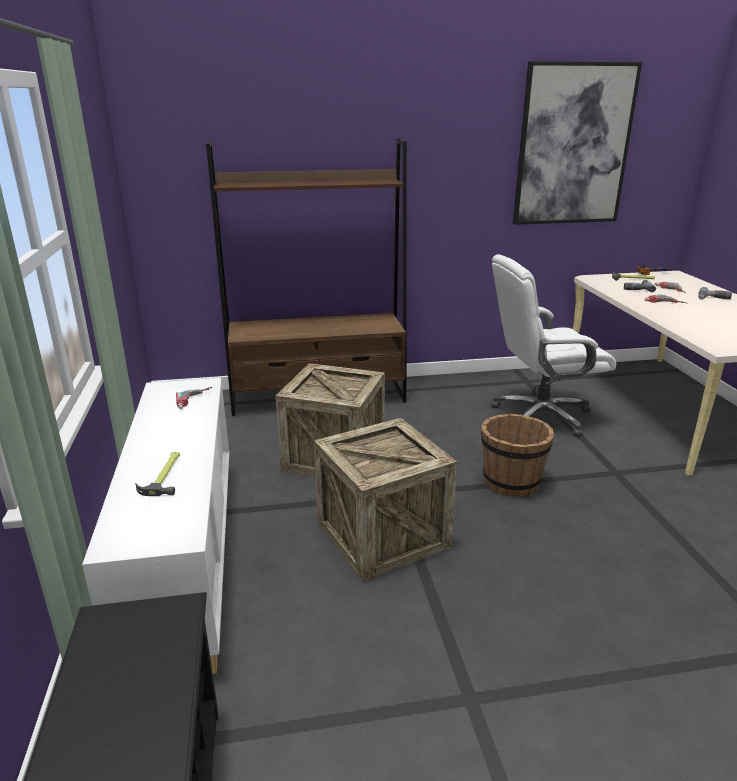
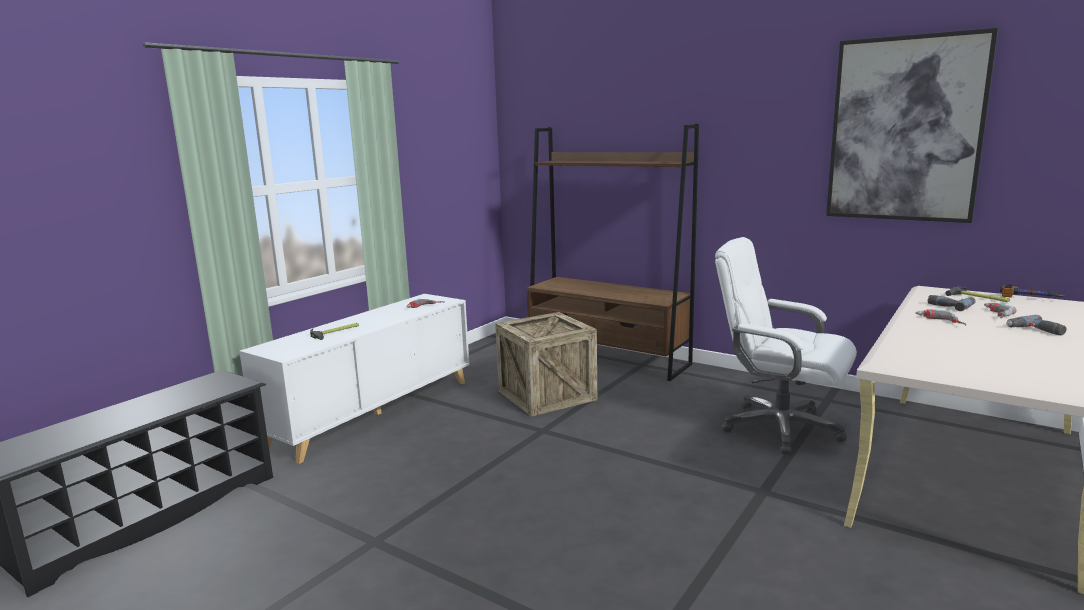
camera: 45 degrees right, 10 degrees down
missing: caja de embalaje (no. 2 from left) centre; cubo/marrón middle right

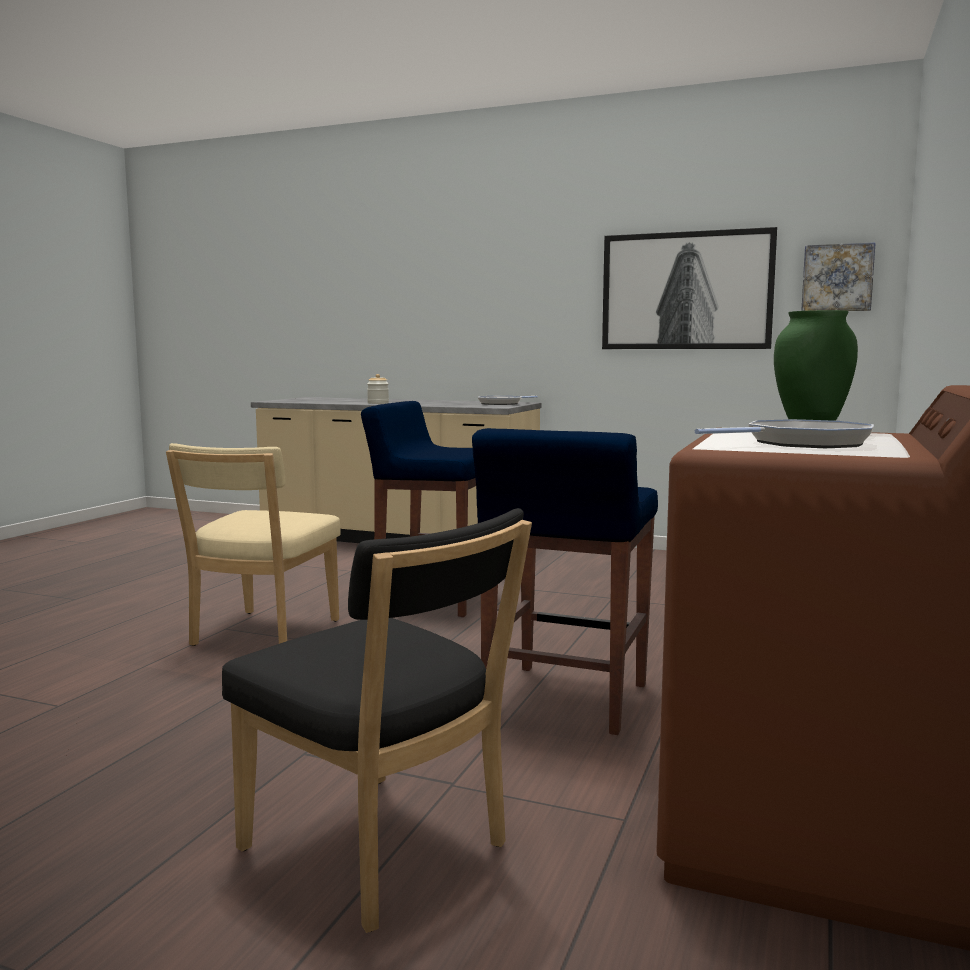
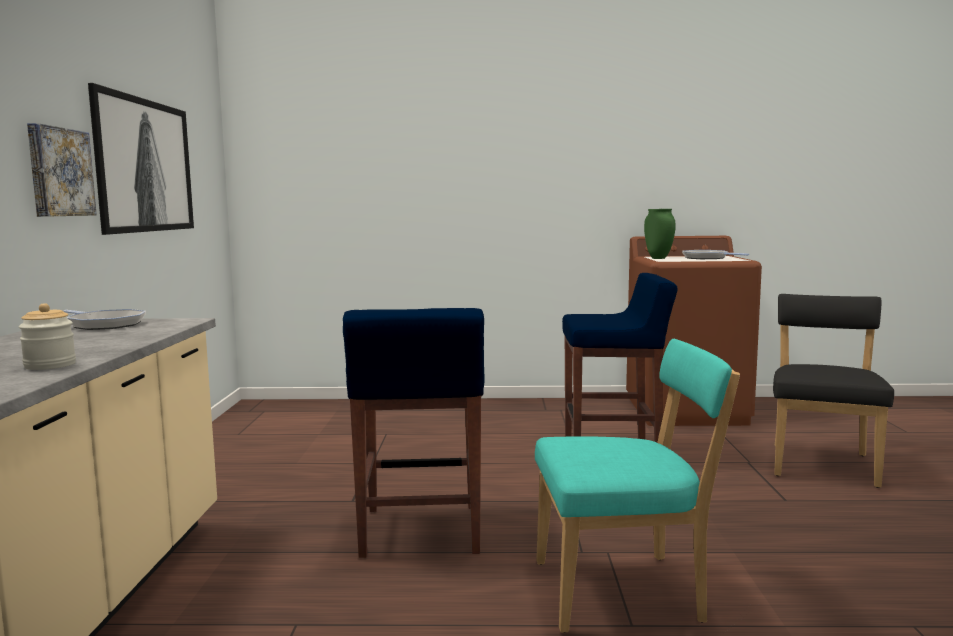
camera: 110 degrees left, 0 degrees up
relocated: cuadro (no. 2 from left in the first image) top right to cuadro (no. 1 from left) top left
colour: silla/beis middle left to silla/turquesa bottom right

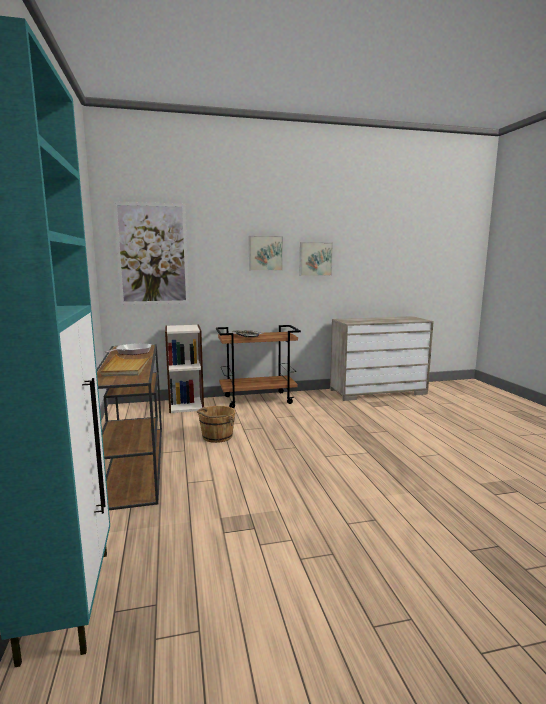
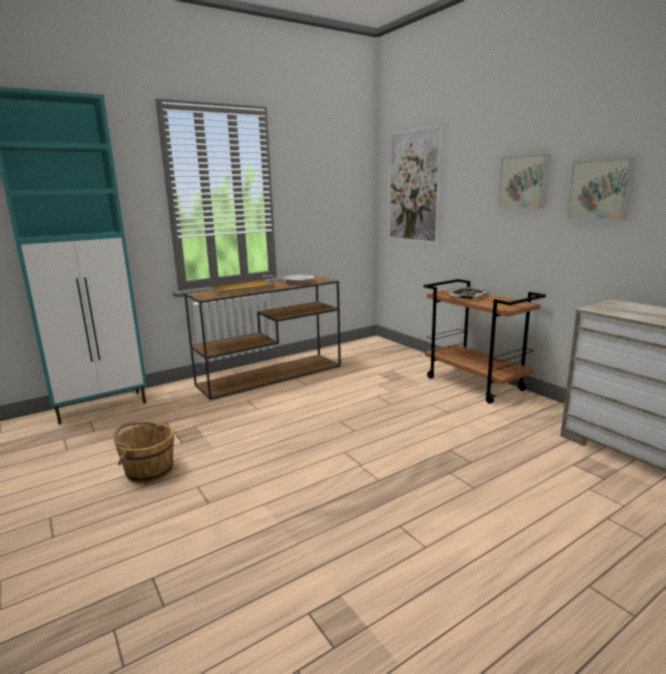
camera: 70 degrees right, 5 degrees up
missing: estantería centre
relocated: cubo/marrón centre to bottom left

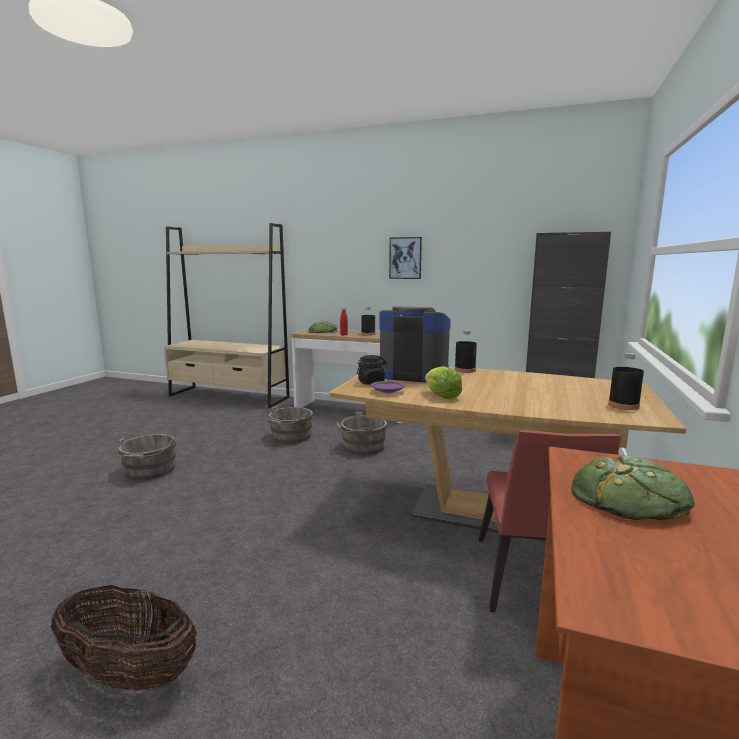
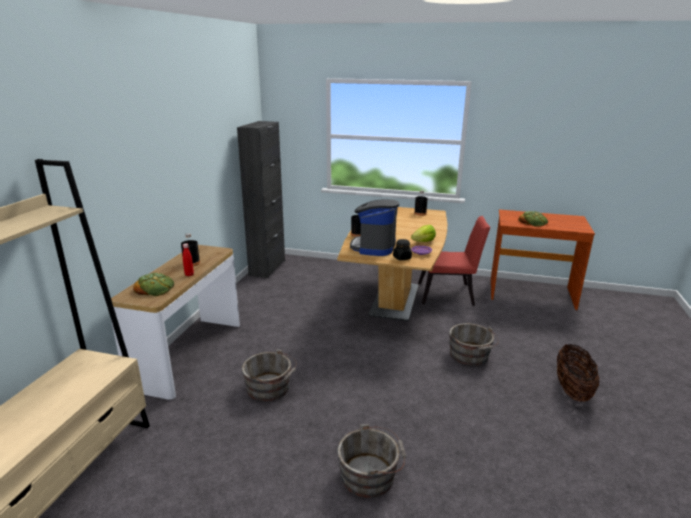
camera: 95 degrees left, 10 degrees up
missing: cuadro centre
relocated: cubo/gris (no. 3 from left) centre to middle right

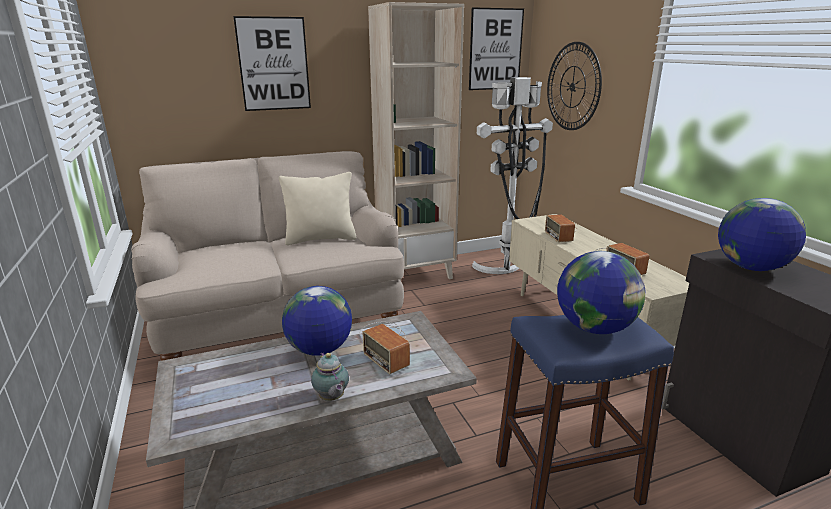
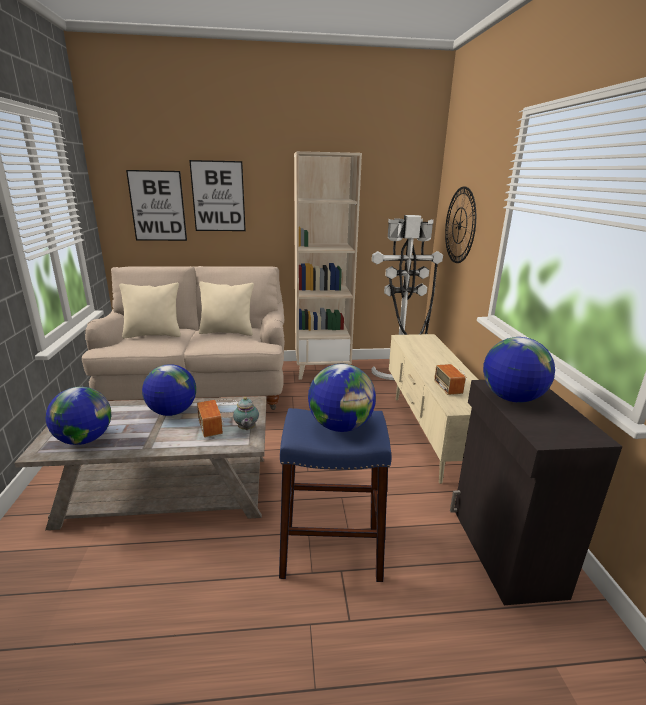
camera: 15 degrees right, 0 degrees up
missing: radio (no. 2 from left) middle right
appeared: globo terráqueo (no. 1 from left) middle left; cojín/beis (no. 1 from left) middle left
relocated: tetera bottom centre to centre; cuadro (no. 2 from left in the first image) top centre to cuadro (no. 1 from left) top left

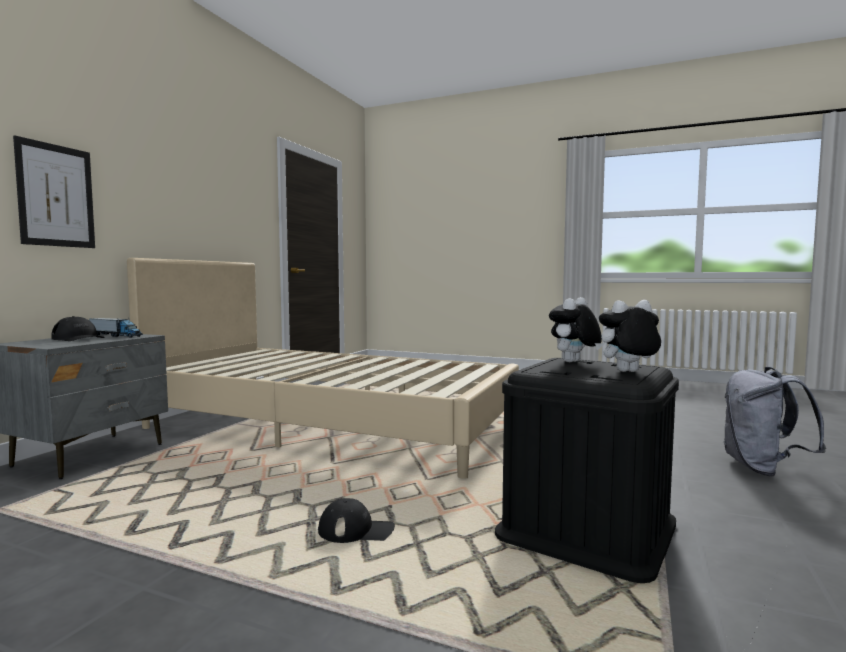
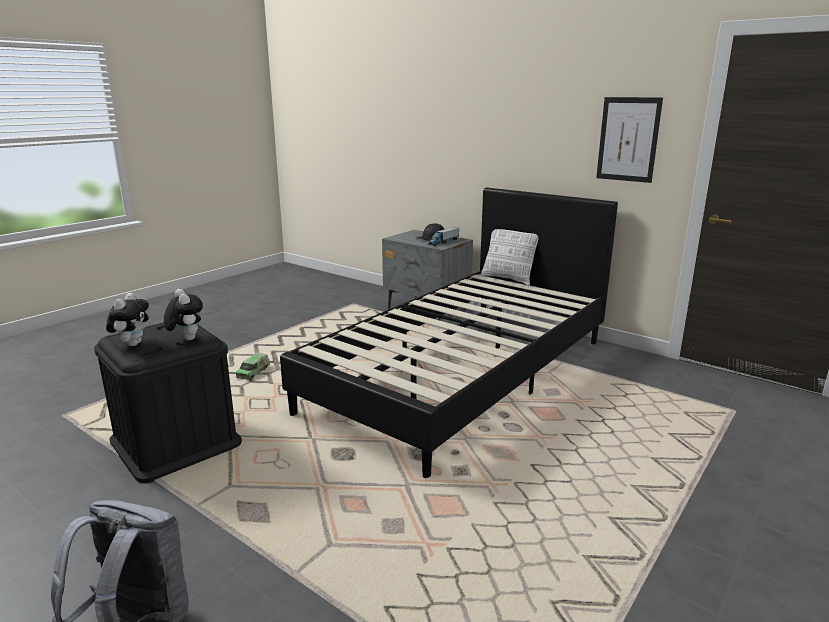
camera: 105 degrees right, 15 degrees up
appeared: cojín centre
relocated: cuadro top left to top right
exchanged: gorra/negro (no. 2 from left) bottom centre to camión de juguete (no. 1 from left) middle left
colour: cama/beis centre to cama/negro centre

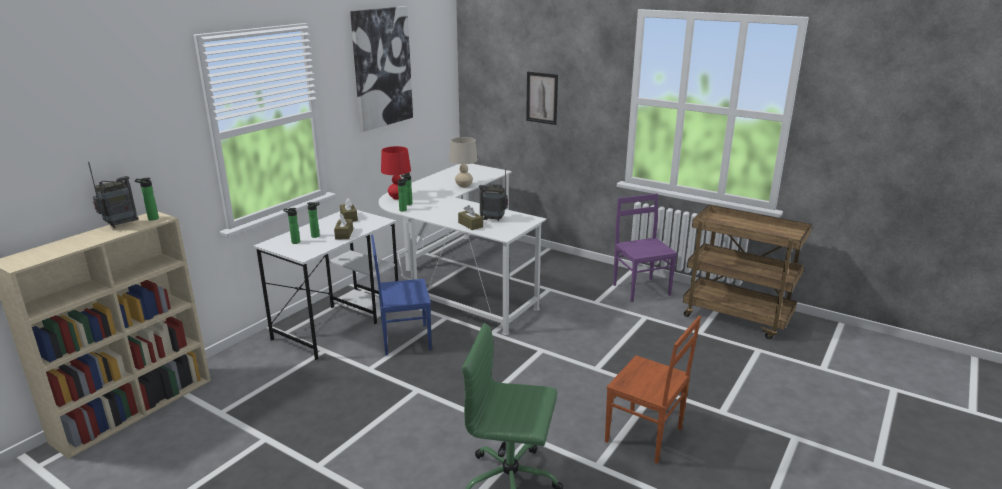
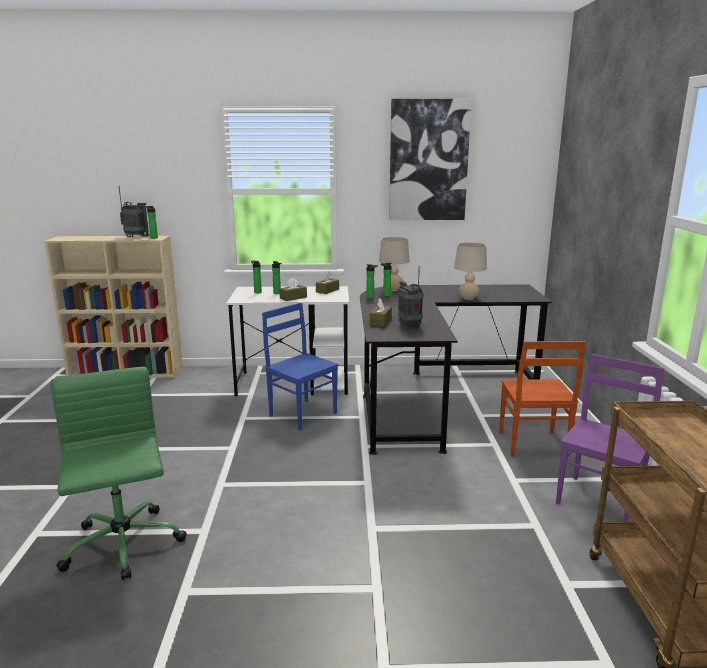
camera: 55 degrees right, 5 degrees down
missing: cuadro (no. 2 from left) top centre
relocated: silla/marrón bottom centre to middle right
colour: escritorio/blanco (no. 2 from left) centre to escritorio/negro centre; lámpara de mesa/rojo centre to lámpara de mesa/beis (no. 1 from left) centre

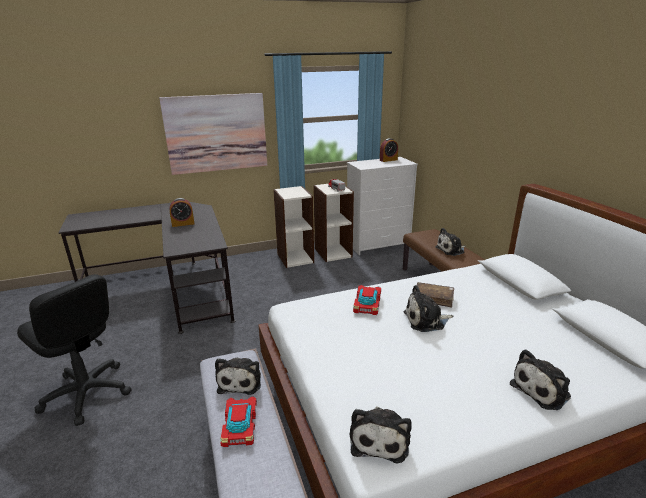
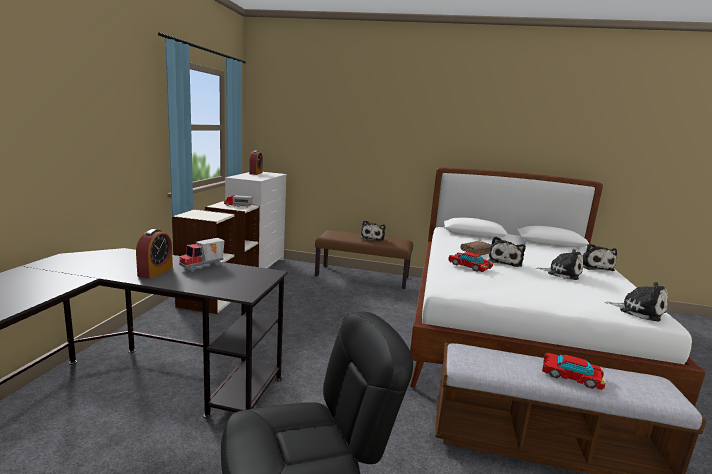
camera: 60 degrees left, 10 degrees down
missing: cuadro top left
appeared: camión de juguete (no. 1 from left) middle left
relocated: peluche (no. 1 from left in the first image) bottom centre to peluche (no. 3 from left) middle right

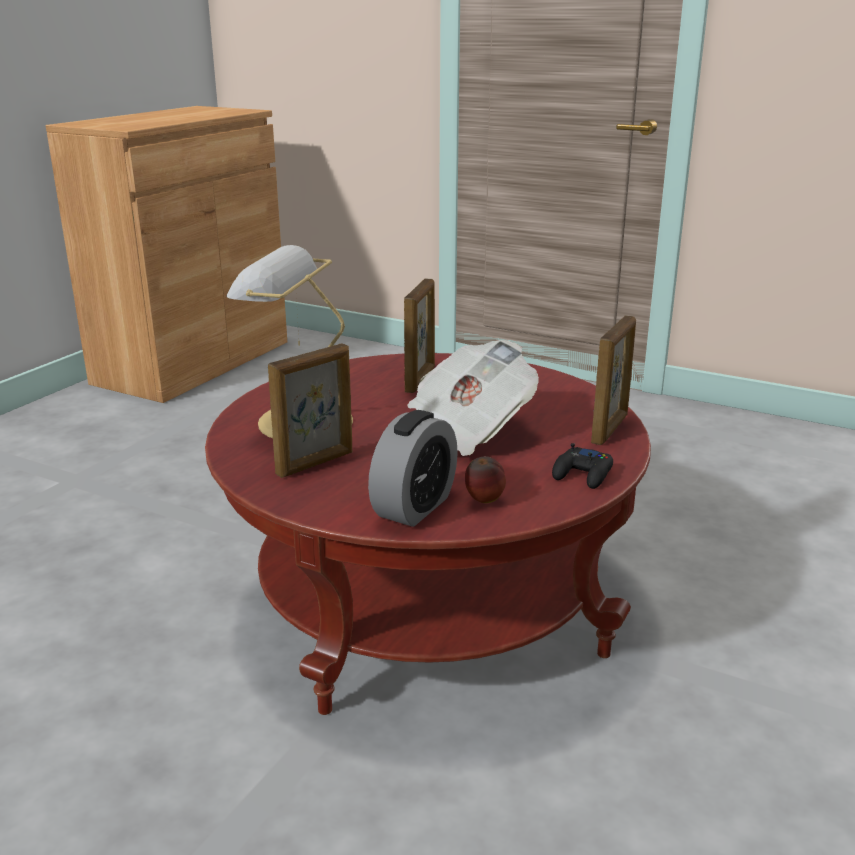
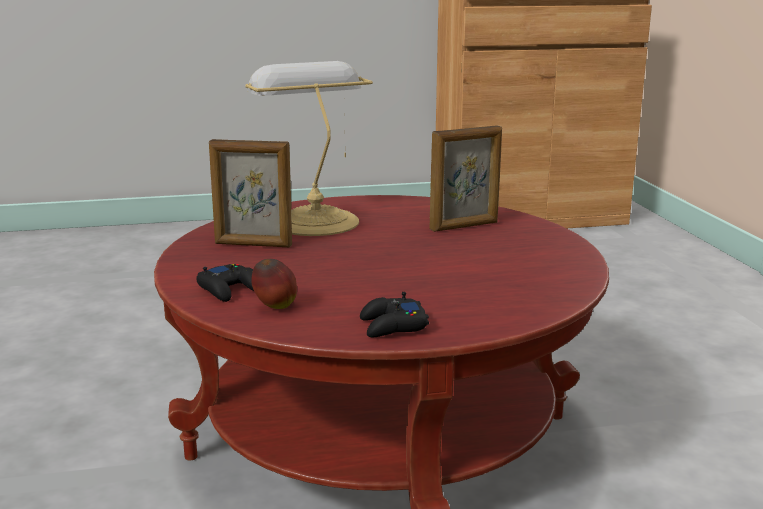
camera: 50 degrees right, 5 degrees down
missing: periódico centre; portarretratos (no. 3 from left) middle right
exchanged: despertador centre to mando de consola/negro (no. 1 from left) middle left

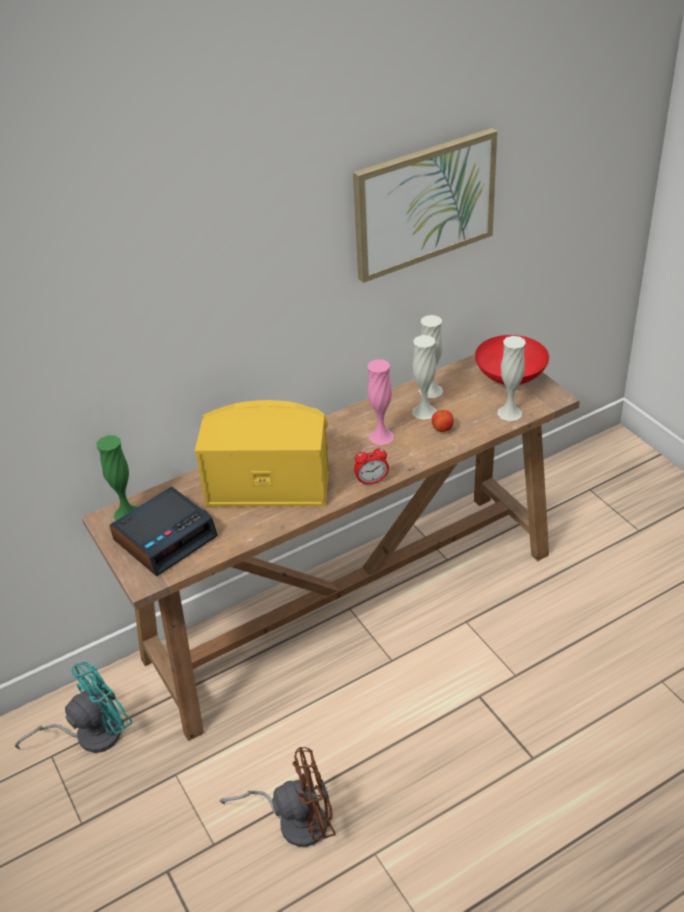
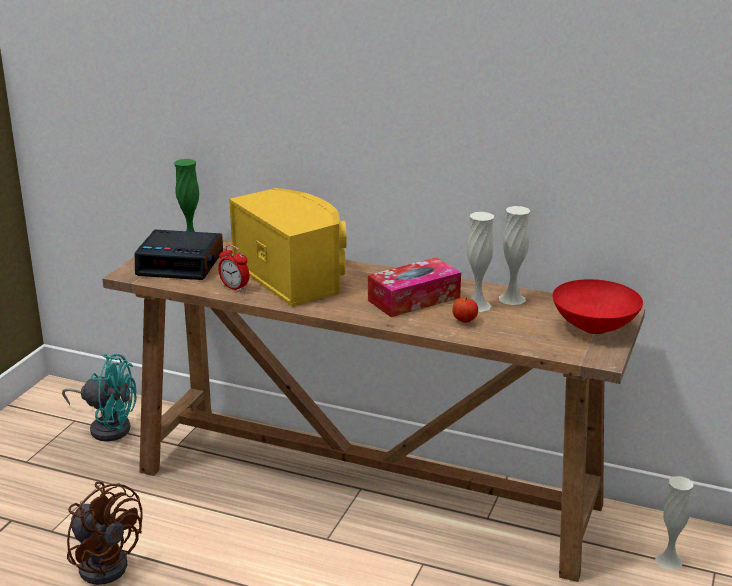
camera: 50 degrees right, 15 degrees down
missing: cuadro top centre
relocated: despertador (no. 2 from left) centre to middle left; florero/blanco (no. 3 from left) middle right to bottom right
exchanged: florero/rosa centre to caja de pañuelos centre

